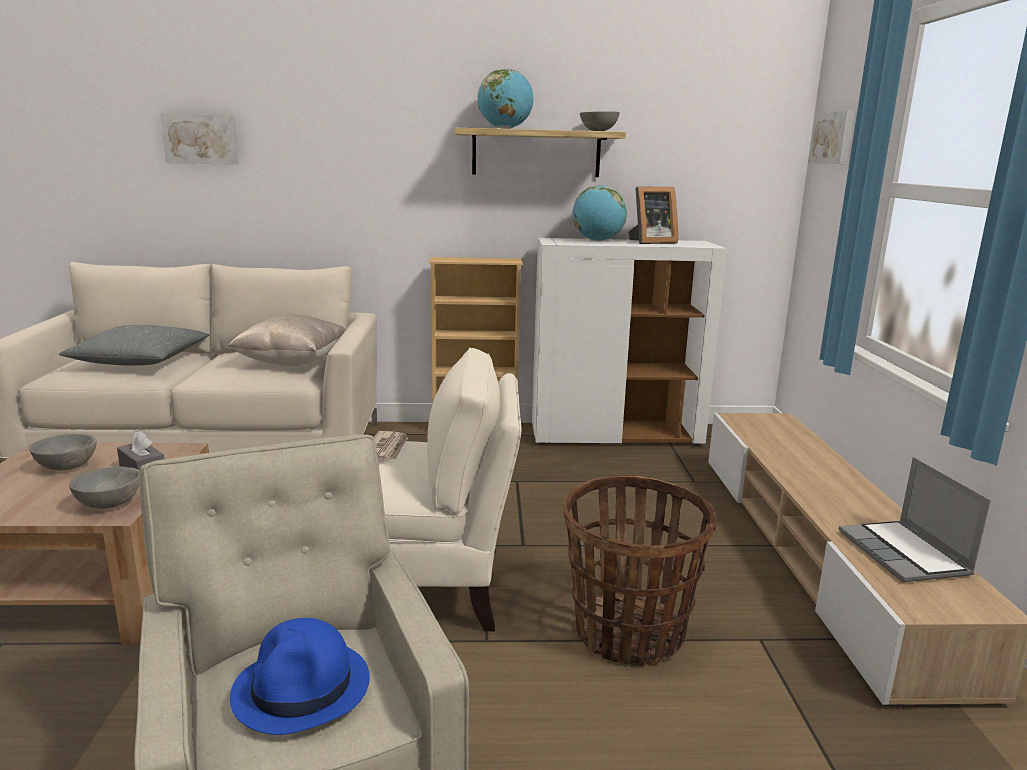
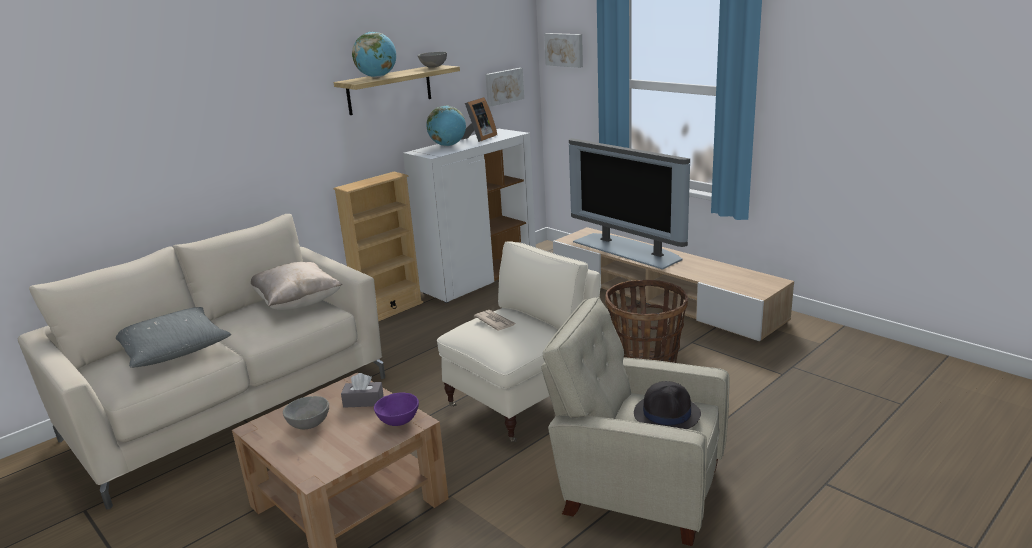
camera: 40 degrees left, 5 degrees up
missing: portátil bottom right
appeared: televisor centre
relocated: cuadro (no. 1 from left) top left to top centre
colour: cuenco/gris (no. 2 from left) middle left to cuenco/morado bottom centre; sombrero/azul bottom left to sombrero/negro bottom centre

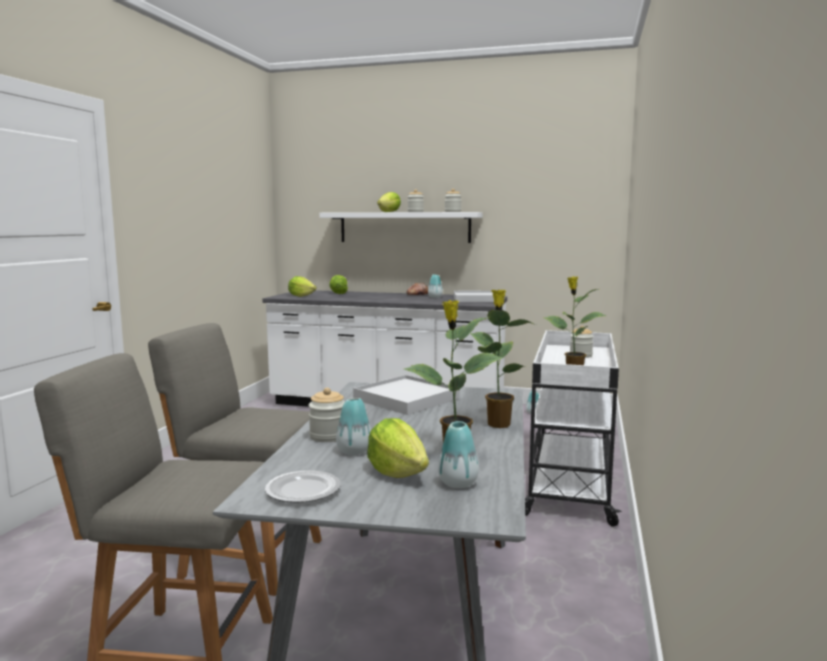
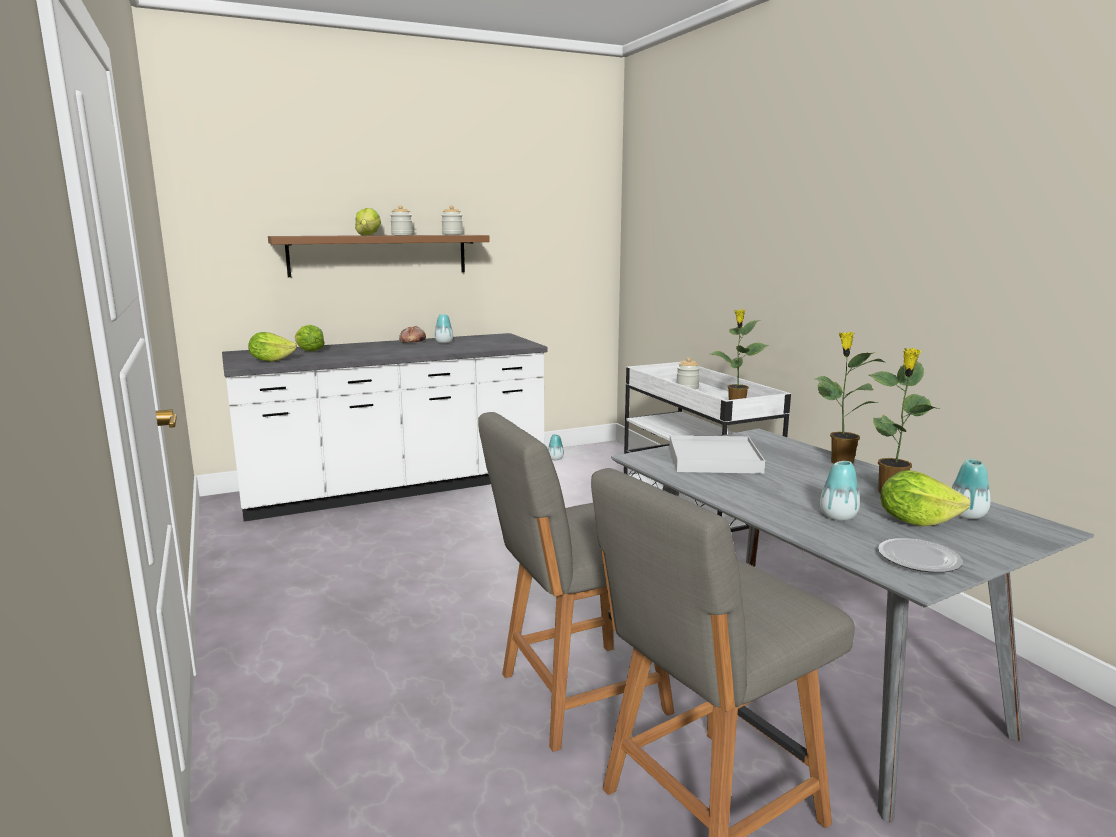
camera: 40 degrees left, 5 degrees up
missing: tarro (no. 1 from left) centre; bandeja/blanco (no. 2 from left) centre
colour: estante/blanco centre to estante/marrón top centre

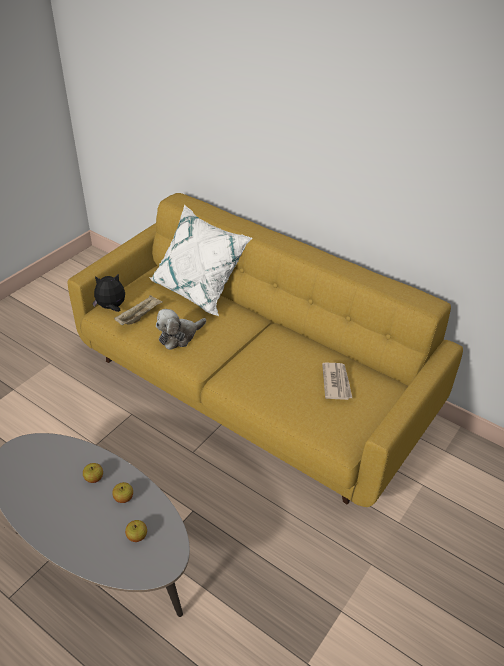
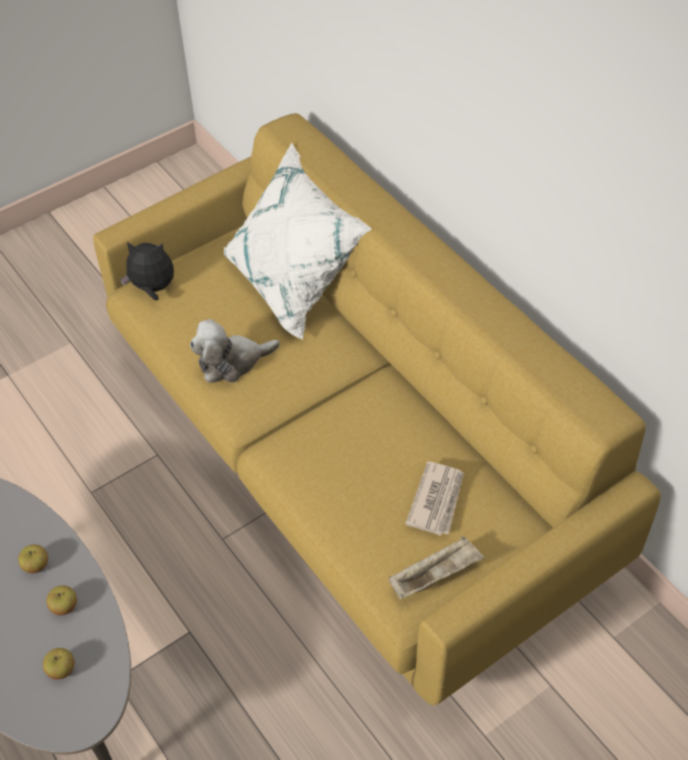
camera: 20 degrees right, 10 degrees up
relocated: bandeja/beis middle left to bottom centre

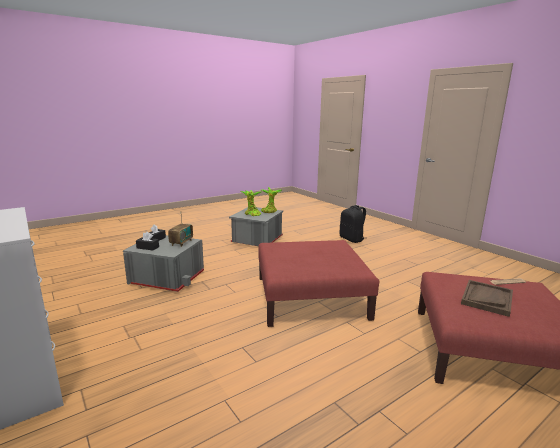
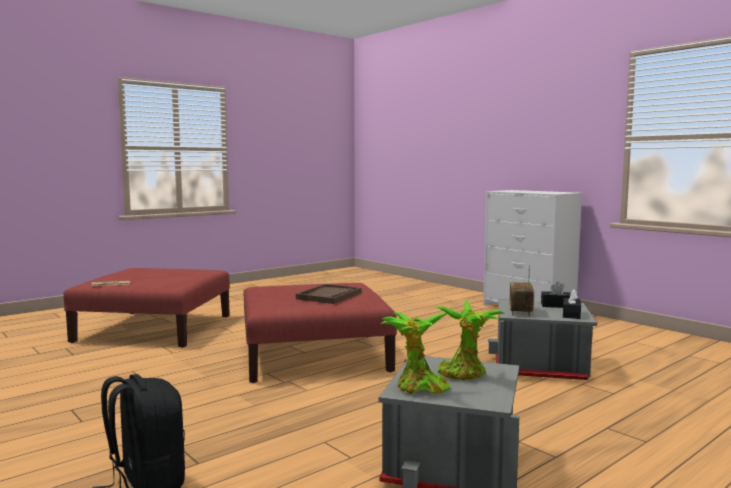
camera: 175 degrees right, 10 degrees down
relocated: bandeja/marrón middle right to centre

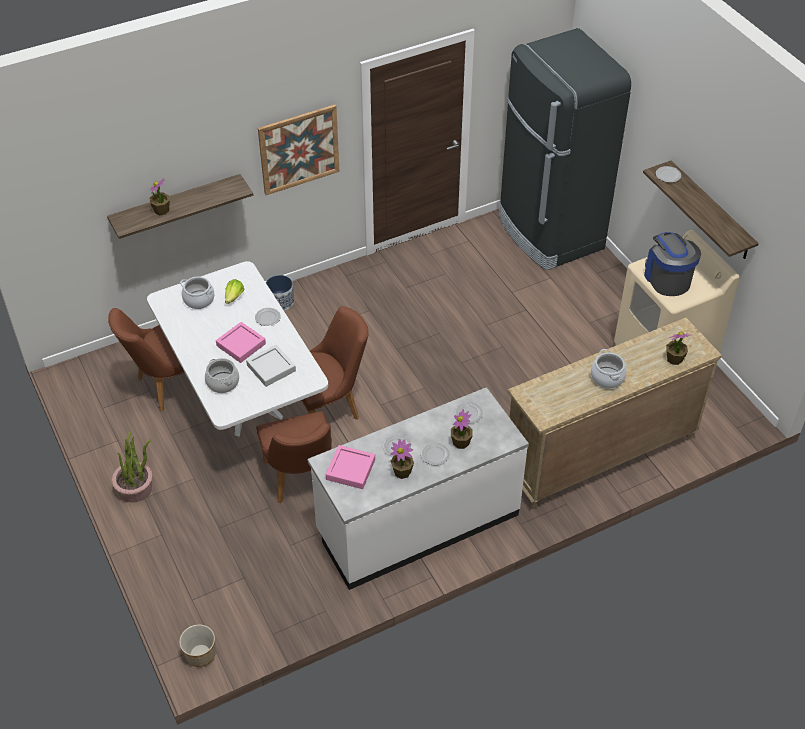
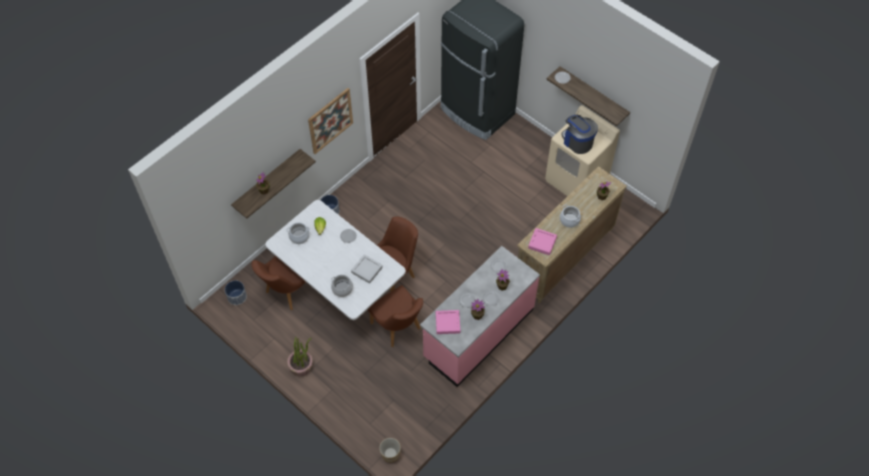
camera: 20 degrees left, 10 degrees up
appeared: maceta (no. 1 from left) middle left
relocated: bandeja/rosa (no. 1 from left in the first image) middle left to bandeja/rosa (no. 2 from left) centre
colour: mueble bajo de cocina/blanco bottom centre to mueble bajo de cocina/rosa centre

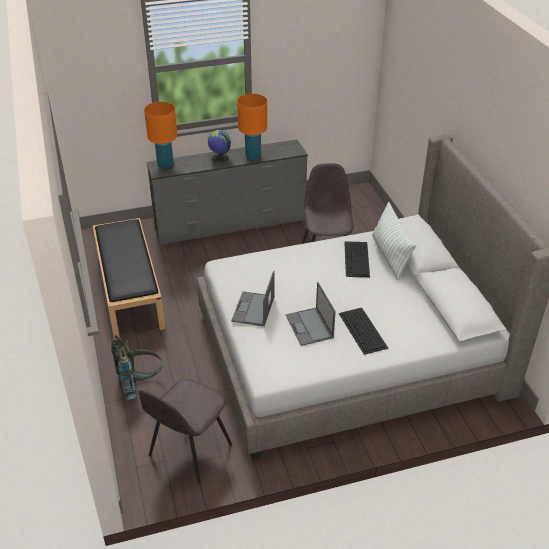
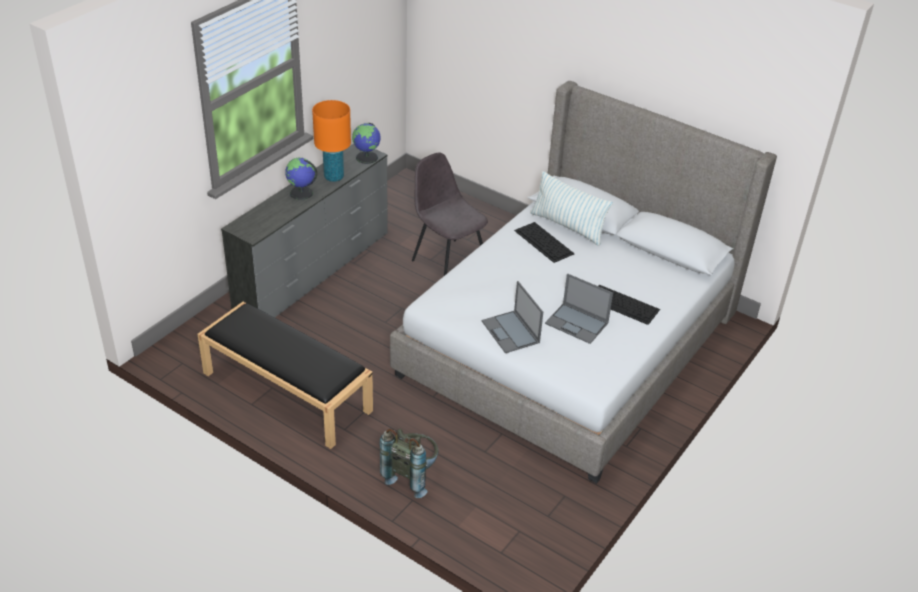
camera: 40 degrees left, 0 degrees up
missing: silla/gris (no. 1 from left) bottom centre; lámpara de mesa/naranja (no. 1 from left) top left
appeared: globo terráqueo (no. 2 from left) top centre

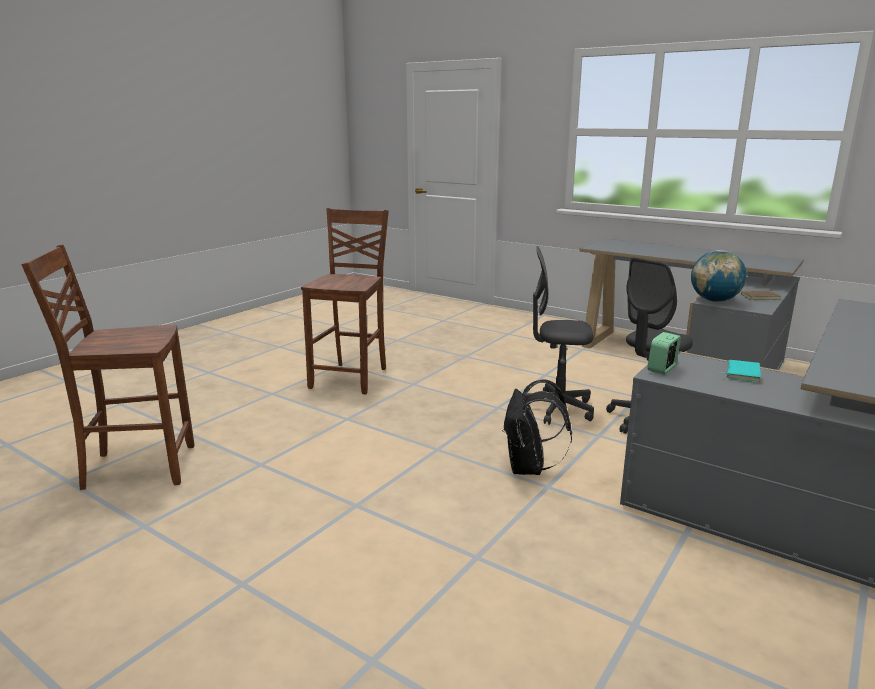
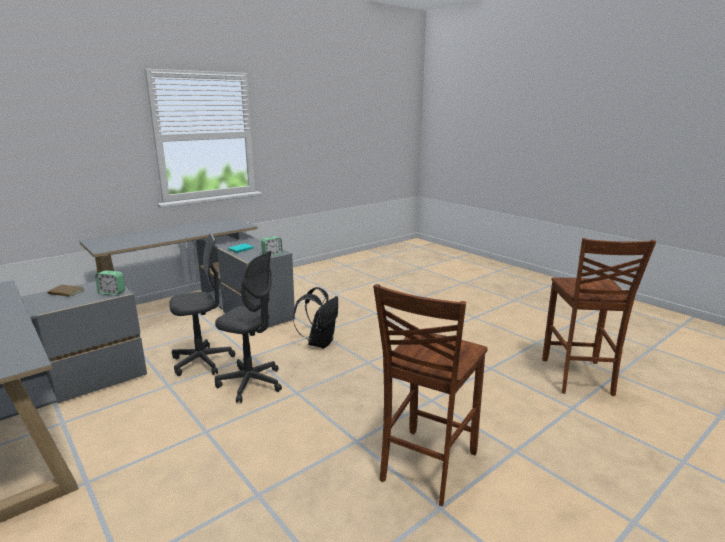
camera: 165 degrees left, 0 degrees up
exchanged: globo terráqueo middle right to despertador (no. 1 from left) middle left
spun: silla/marrón (no. 1 from left in the first image) middle left = middle right 90 degrees clockwise

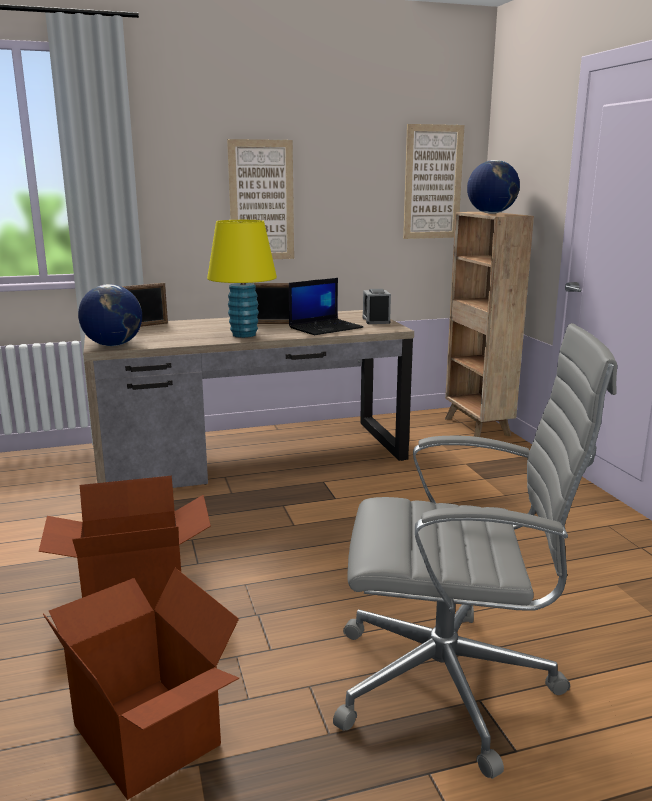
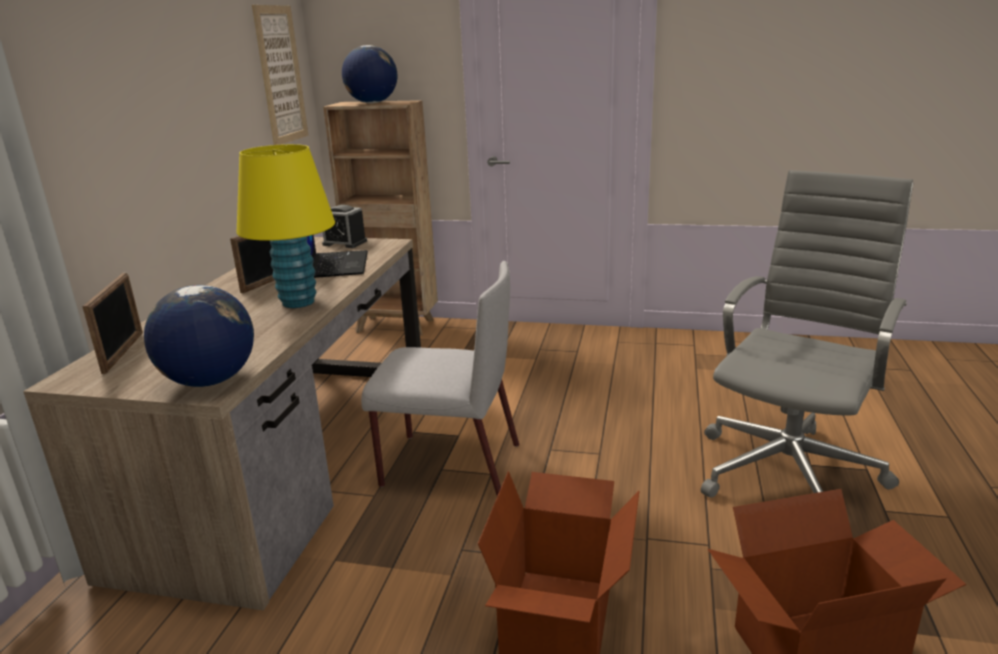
camera: 60 degrees left, 5 degrees up
missing: cuadro (no. 1 from left) top centre
appeared: silla/gris centre

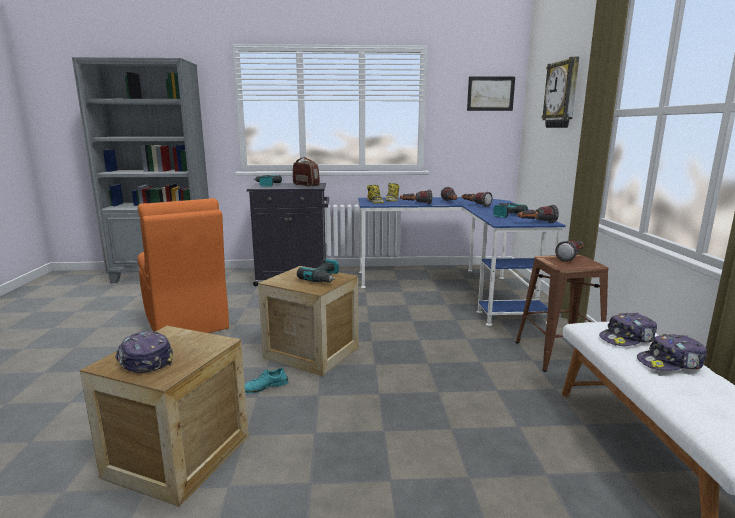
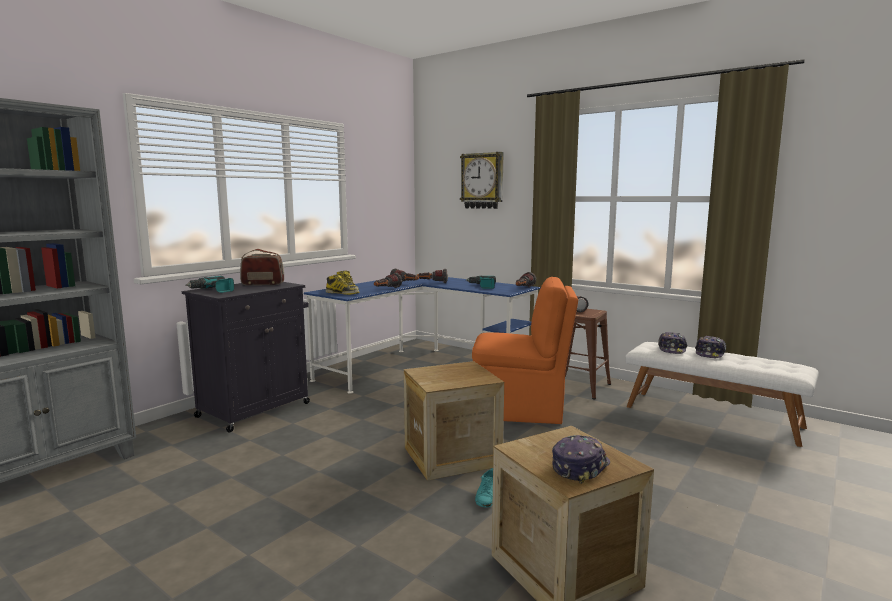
camera: 50 degrees left, 5 degrees down
missing: taladro (no. 2 from left) centre; cuadro top right
relocated: silla/naranja middle left to centre
spun: gorra (no. 1 from left) bottom left = bottom centre 135 degrees clockwise

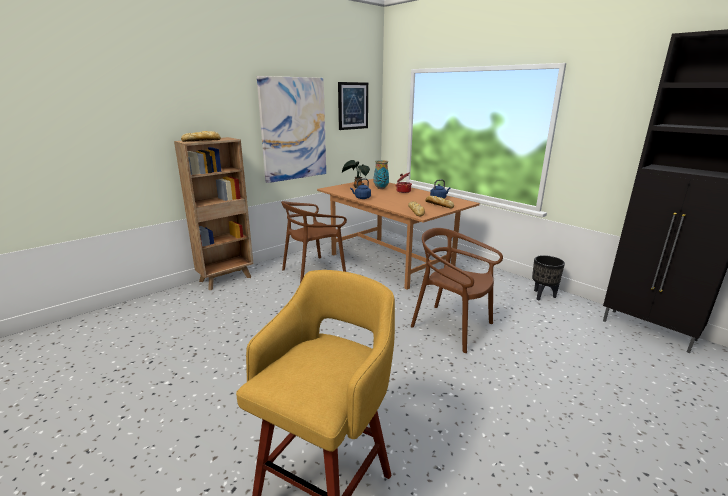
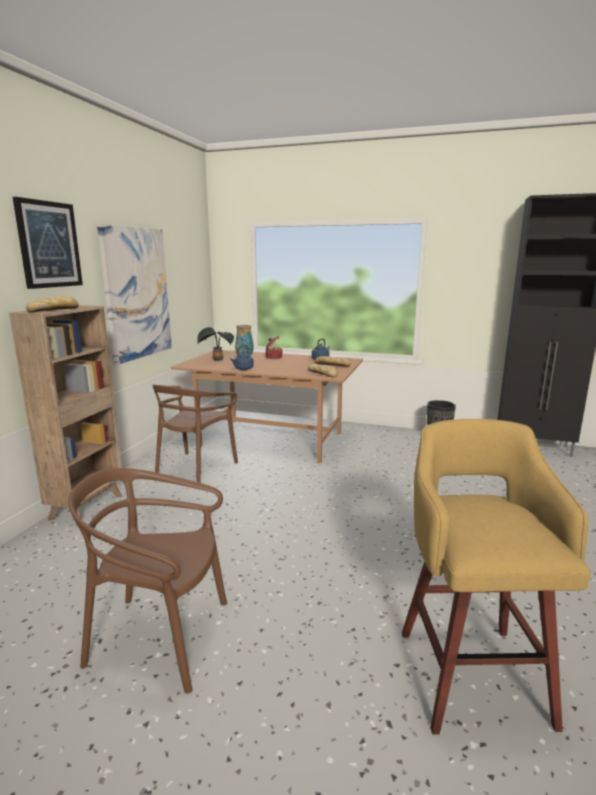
camera: 30 degrees left, 5 degrees down
relocated: cuadro (no. 2 from left in the first image) top centre to cuadro (no. 1 from left) top left; silla/marrón (no. 2 from left in the first image) centre to silla/marrón (no. 1 from left) bottom left

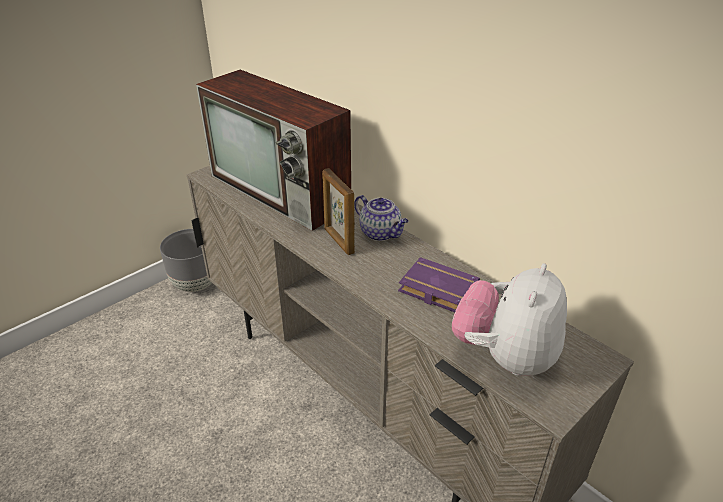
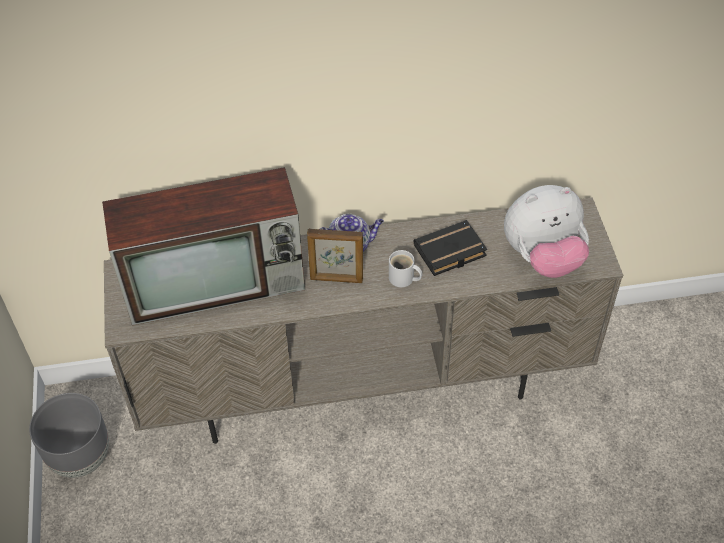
camera: 55 degrees left, 15 degrees up
appeared: taza grande/blanco centre
colour: libro/morado centre to libro/negro centre
spun: peluche middle right = middle right 75 degrees counterclockwise

